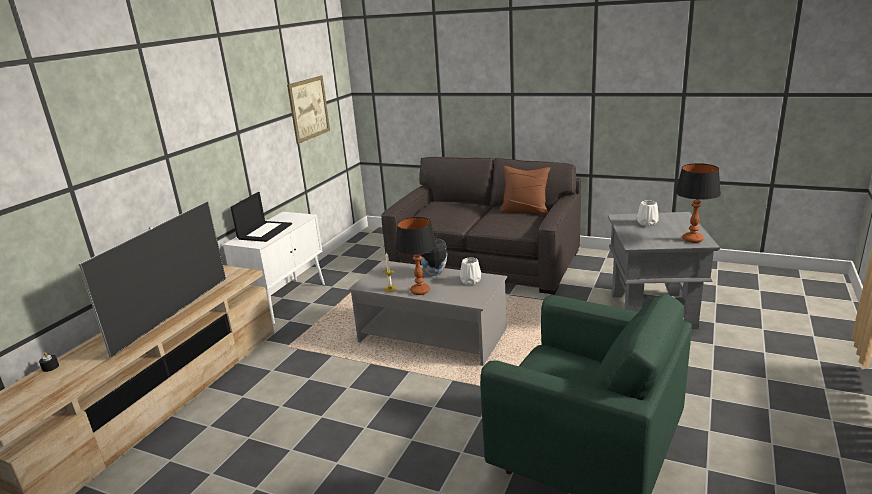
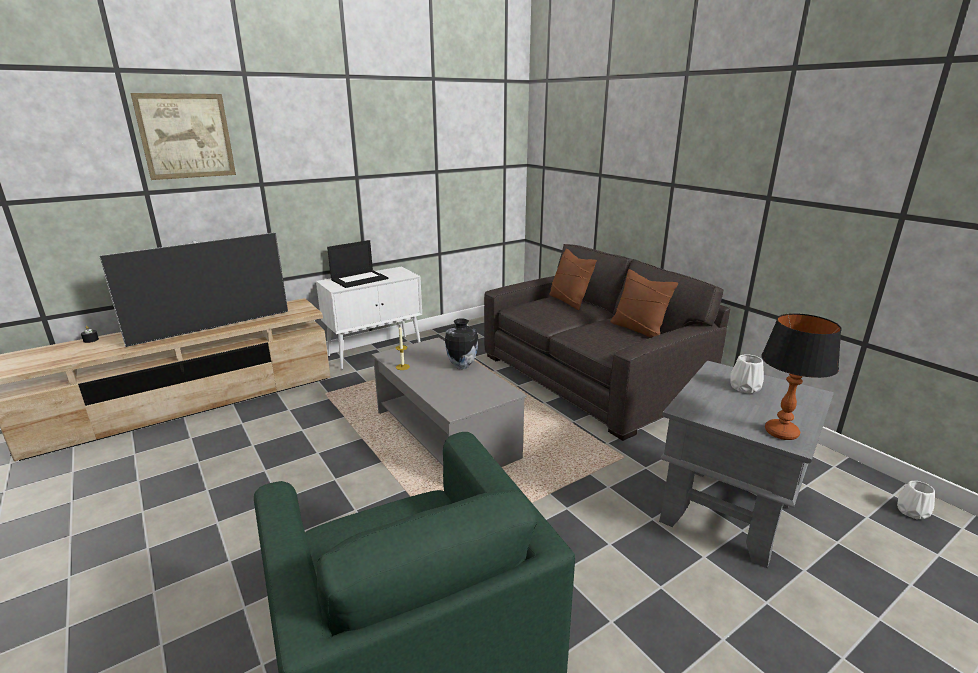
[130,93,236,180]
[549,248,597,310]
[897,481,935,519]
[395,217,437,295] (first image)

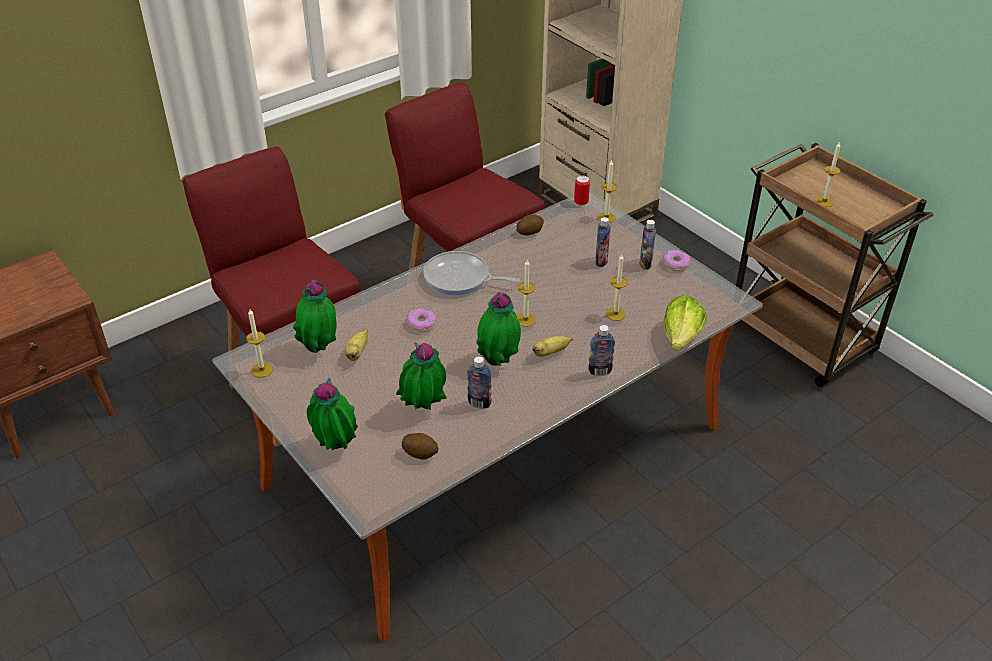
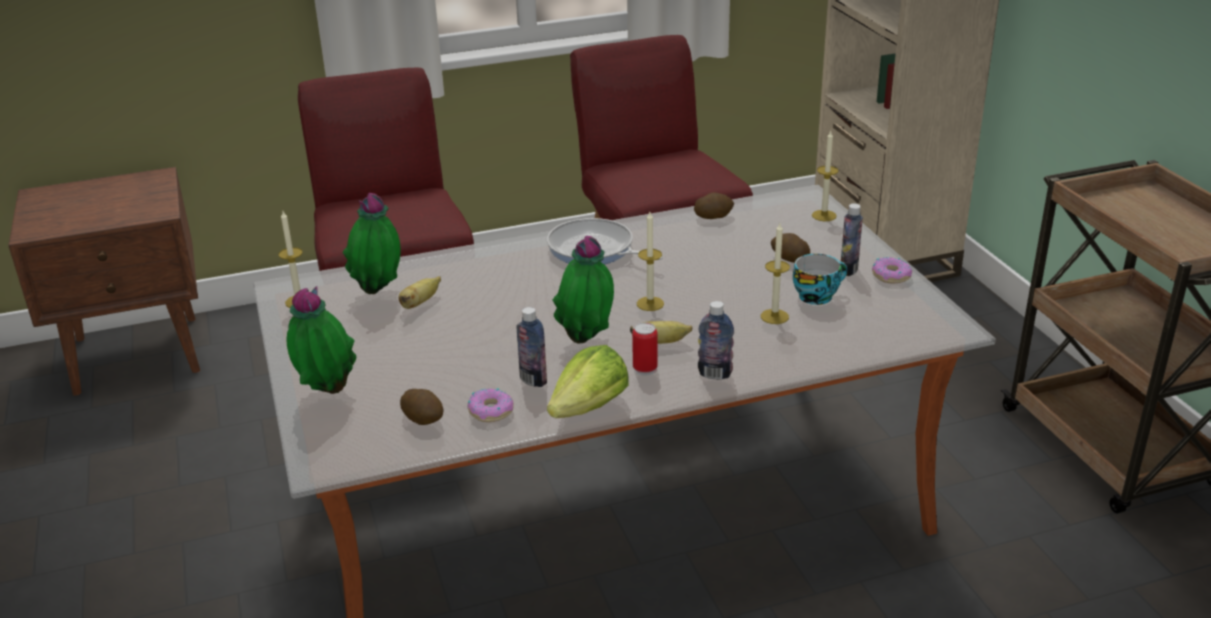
[467,388,514,422]
[547,345,629,418]
[632,322,658,376]
[771,233,810,263]
[793,254,847,305]
[396,342,447,410] (first image)
[815,141,841,207] (first image)

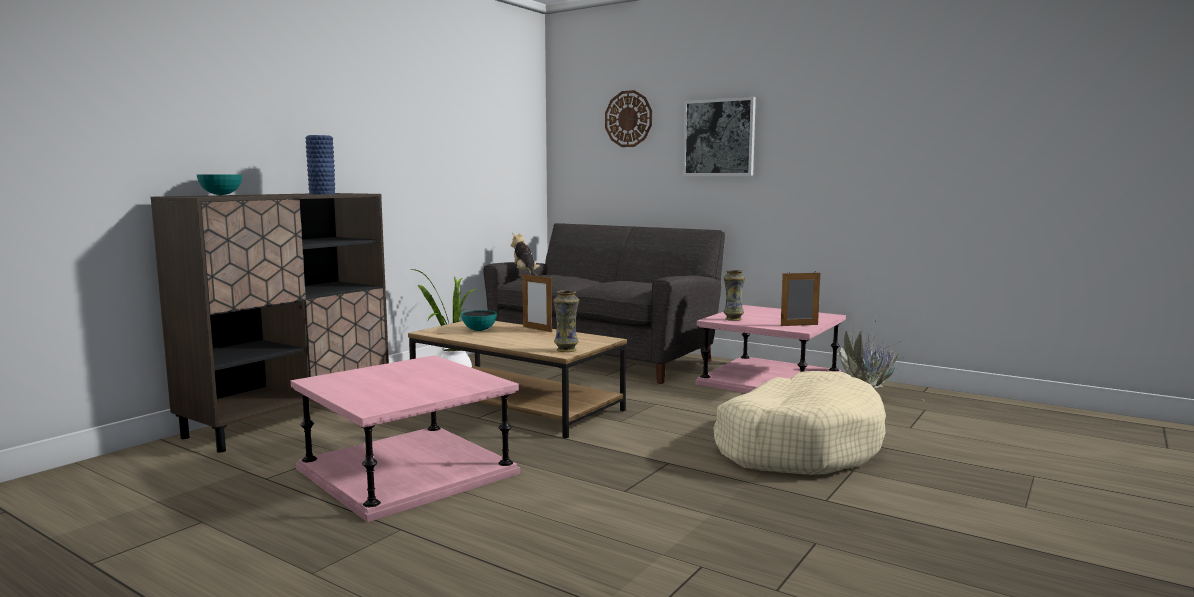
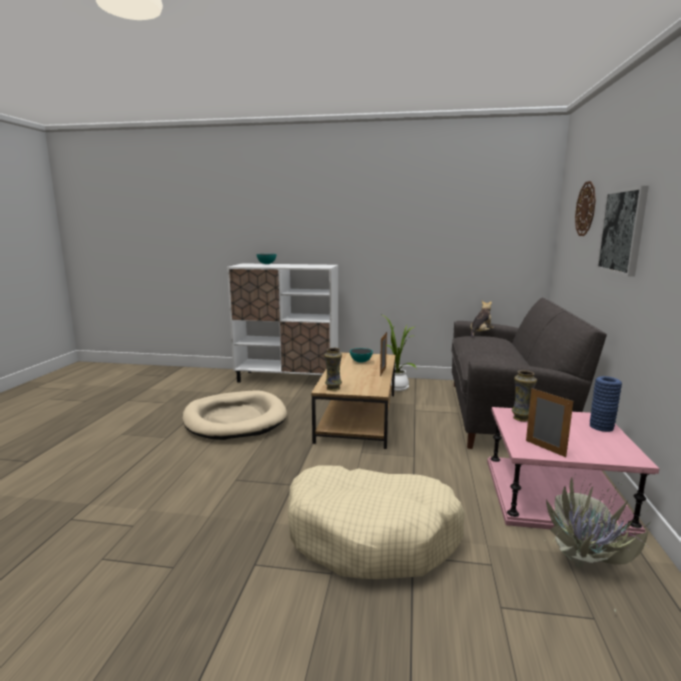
[182,390,287,440]
[227,263,338,383]
[590,376,622,432]

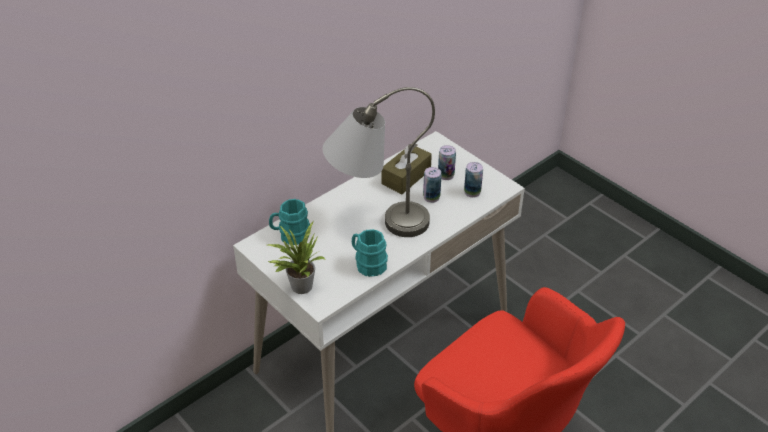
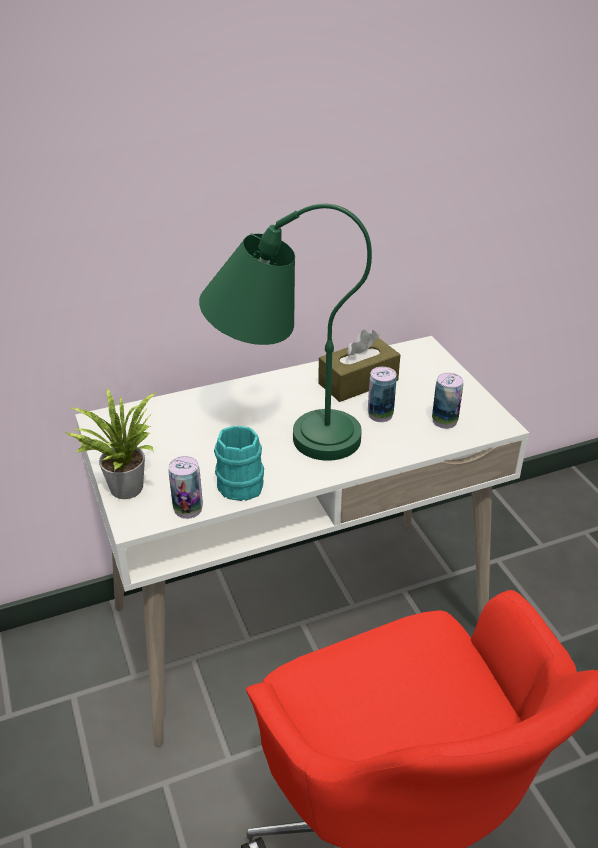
[168,456,203,519]
[199,204,372,461]
[269,199,310,245] (first image)

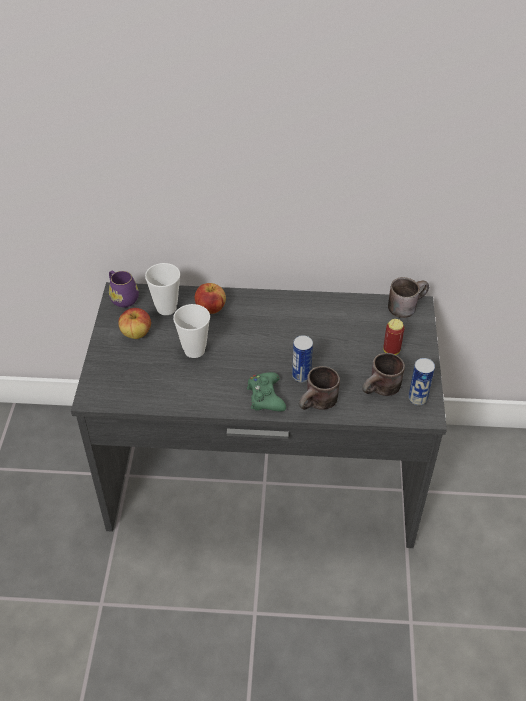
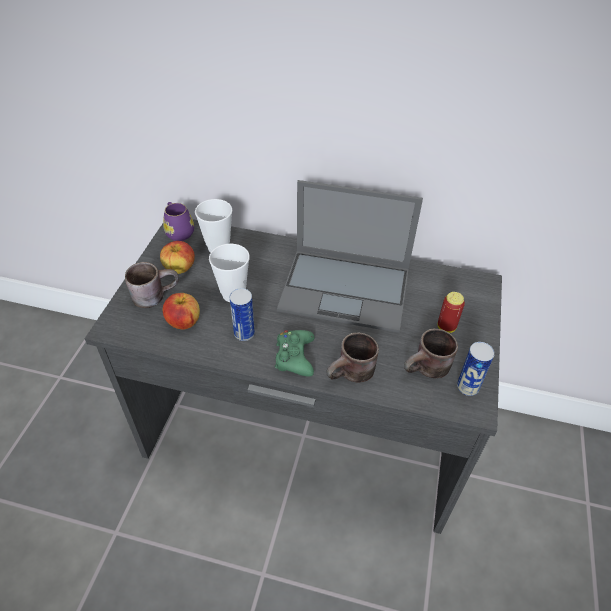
[125,262,179,308]
[163,293,200,330]
[229,288,255,341]
[277,180,423,333]

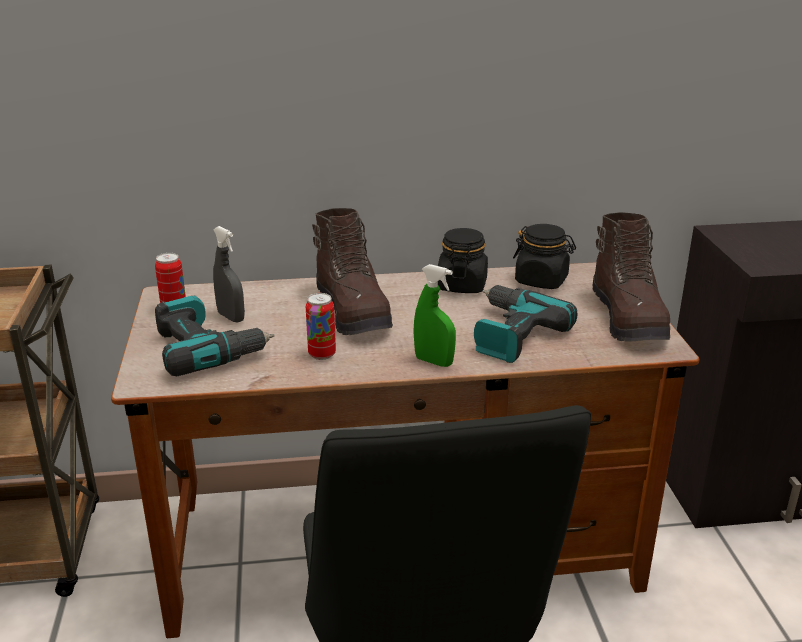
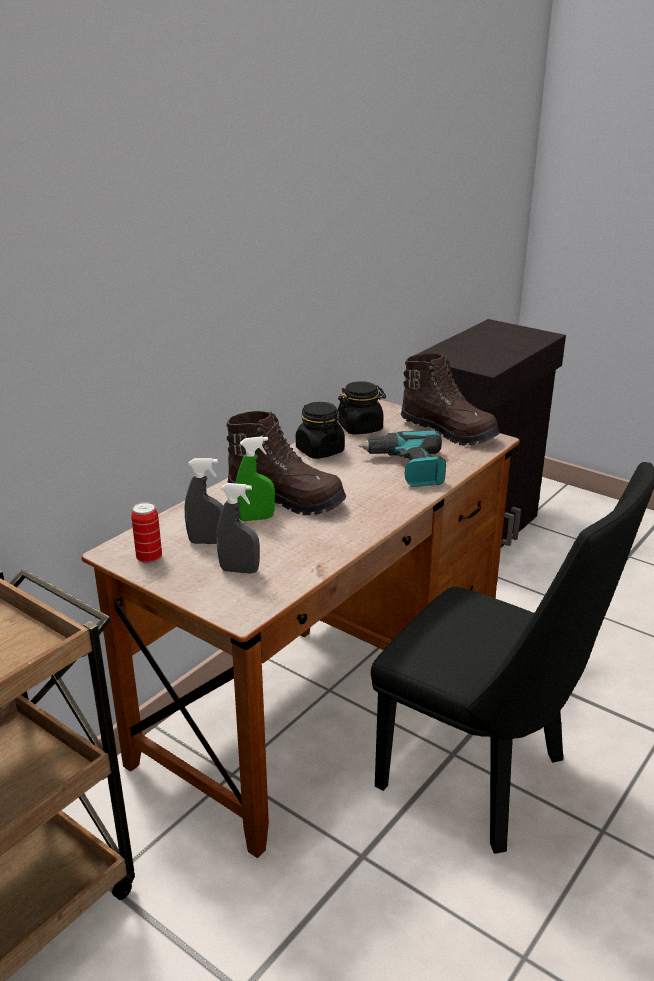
[216,483,260,574]
[236,436,275,521]
[306,293,336,360] (first image)

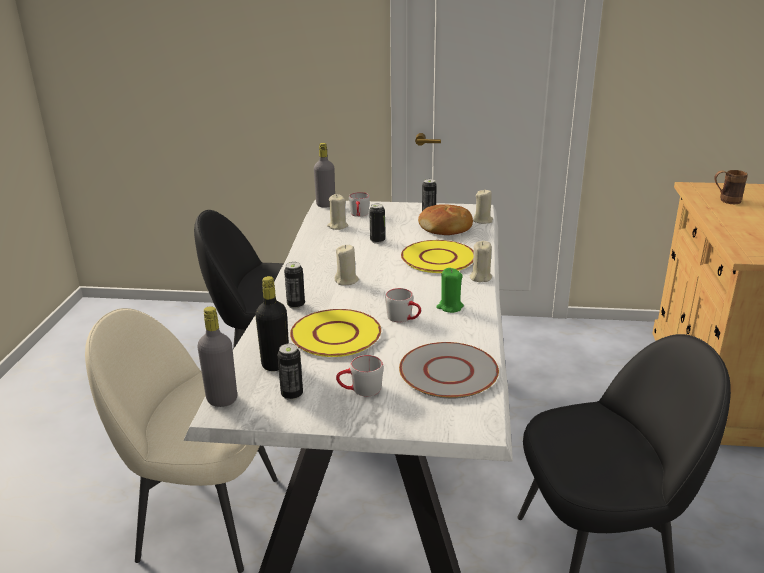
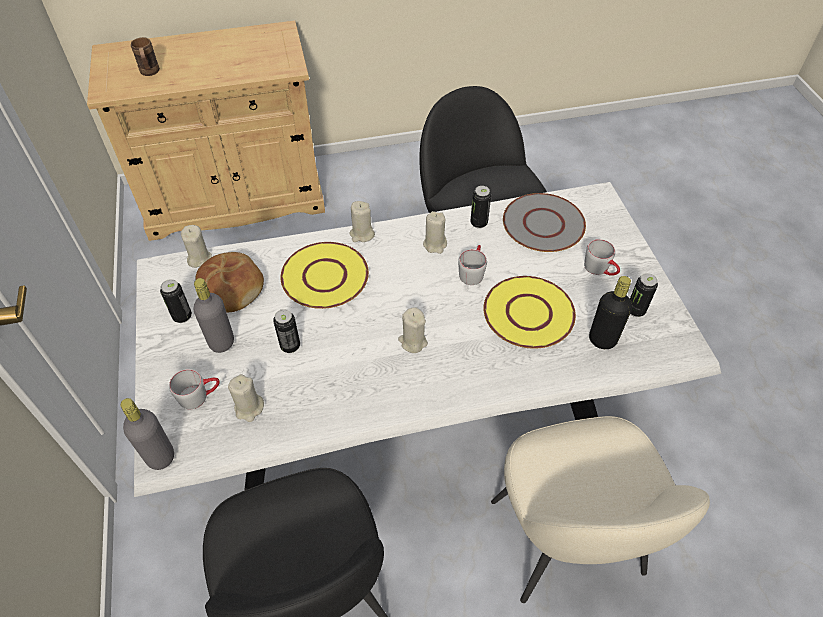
[194,278,234,353]
[423,211,447,254]
[470,186,491,229]

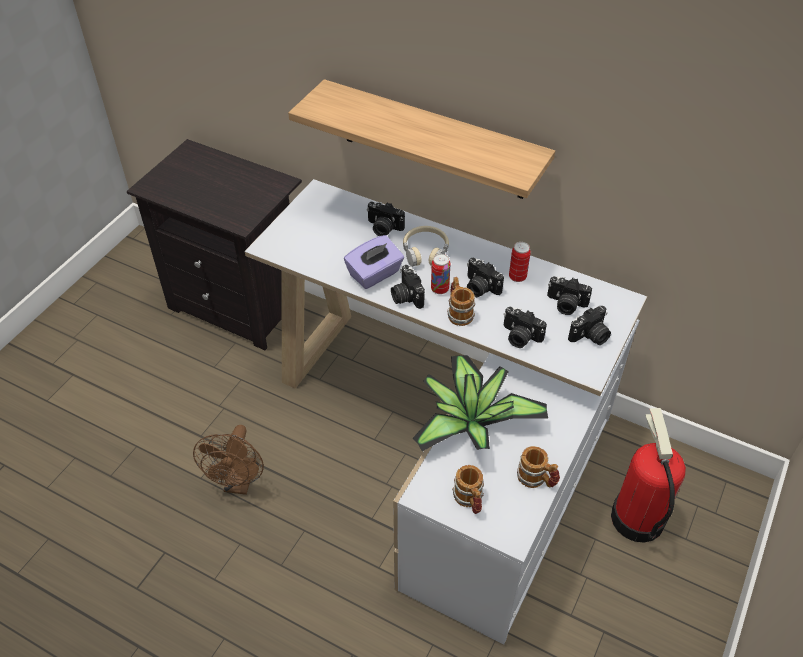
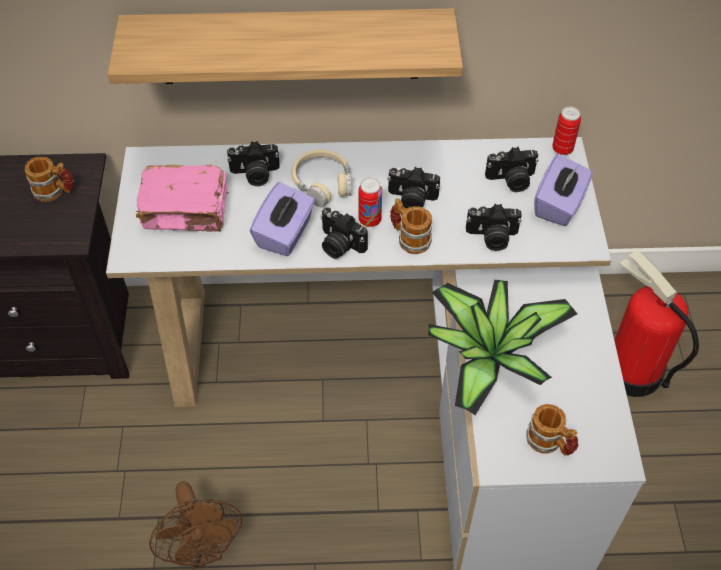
[25,157,74,202]
[136,165,228,232]
[534,154,593,226]
[552,107,581,155]

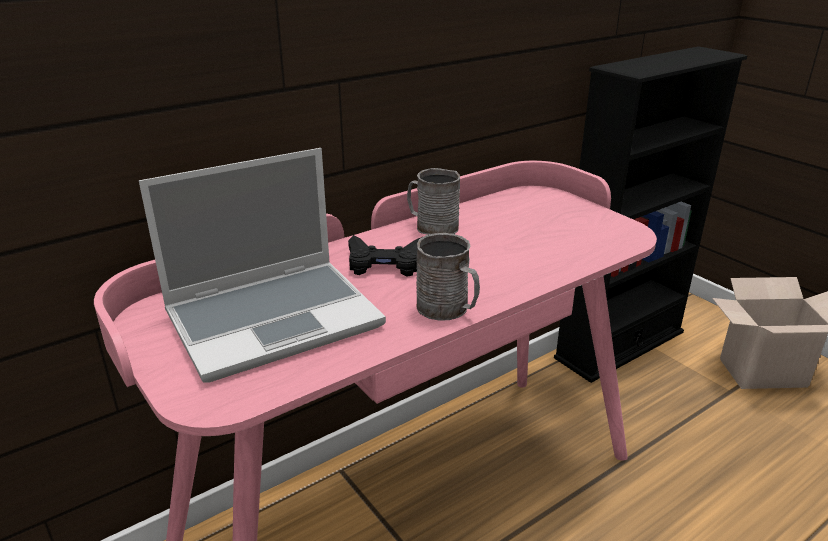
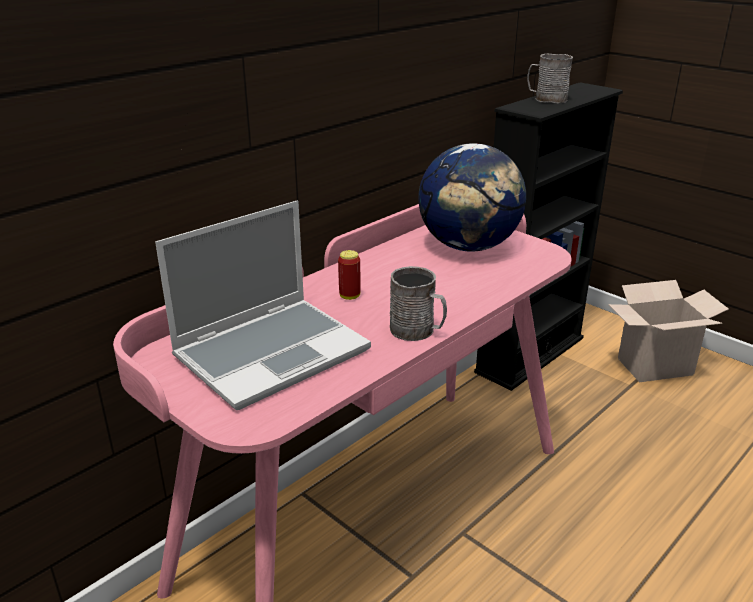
[338,250,361,300]
[418,143,526,252]
[527,54,573,104]

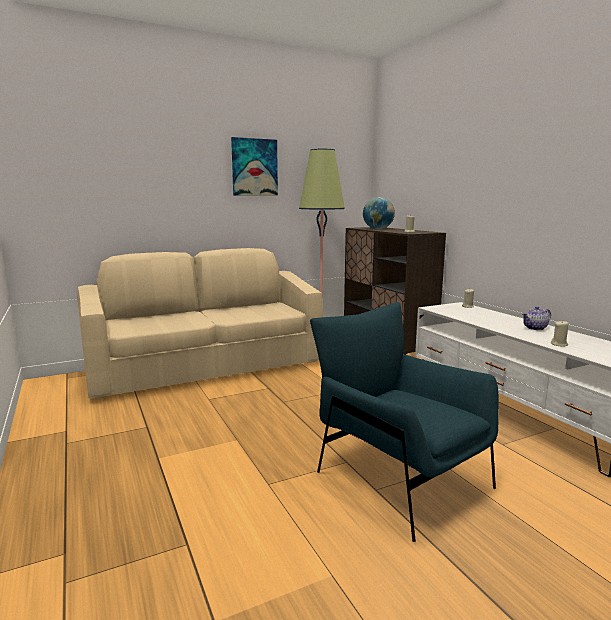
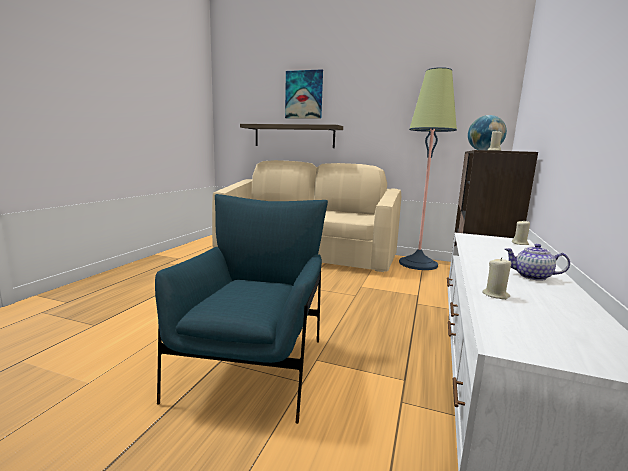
[240,124,343,148]
[285,69,323,119]

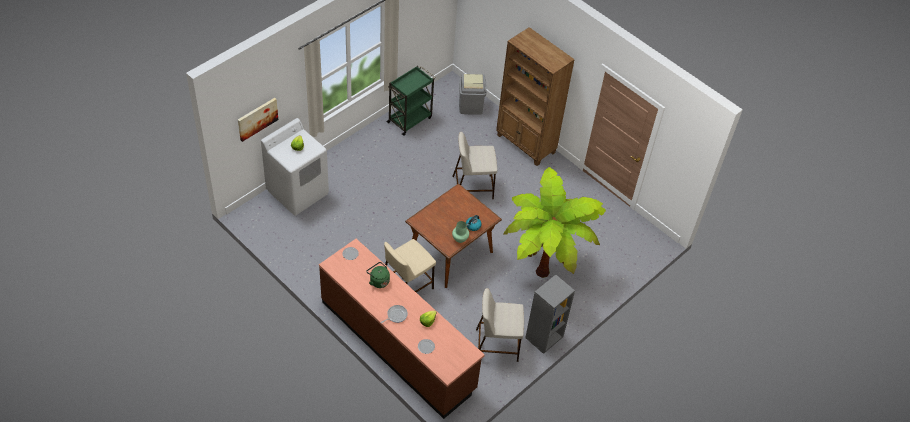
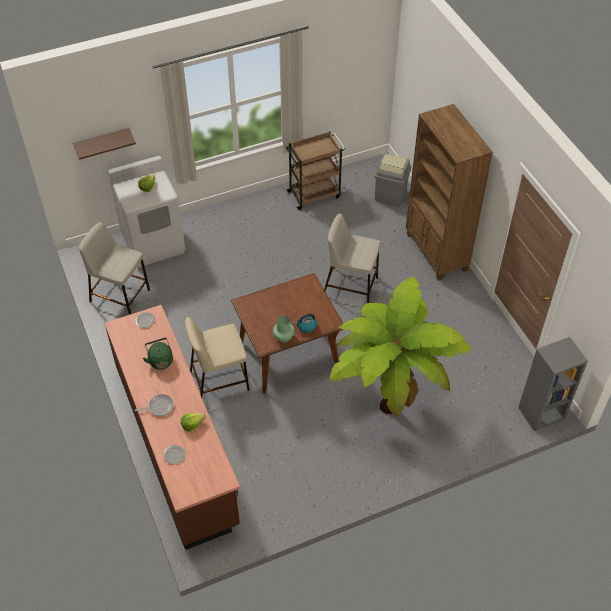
[73,128,136,160]
[79,222,150,315]
[286,131,345,210]
[518,337,588,431]

